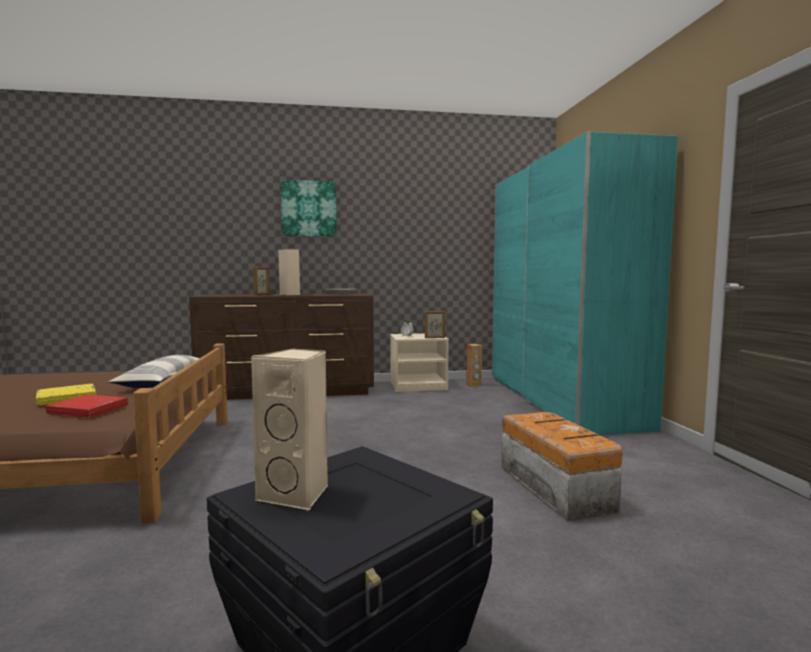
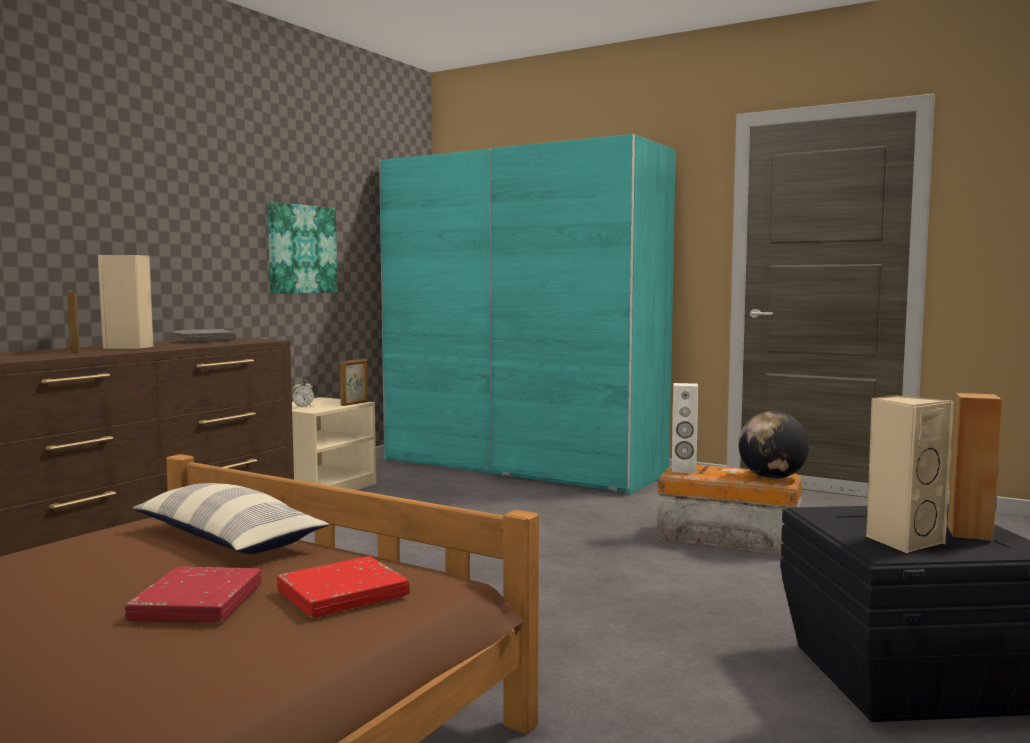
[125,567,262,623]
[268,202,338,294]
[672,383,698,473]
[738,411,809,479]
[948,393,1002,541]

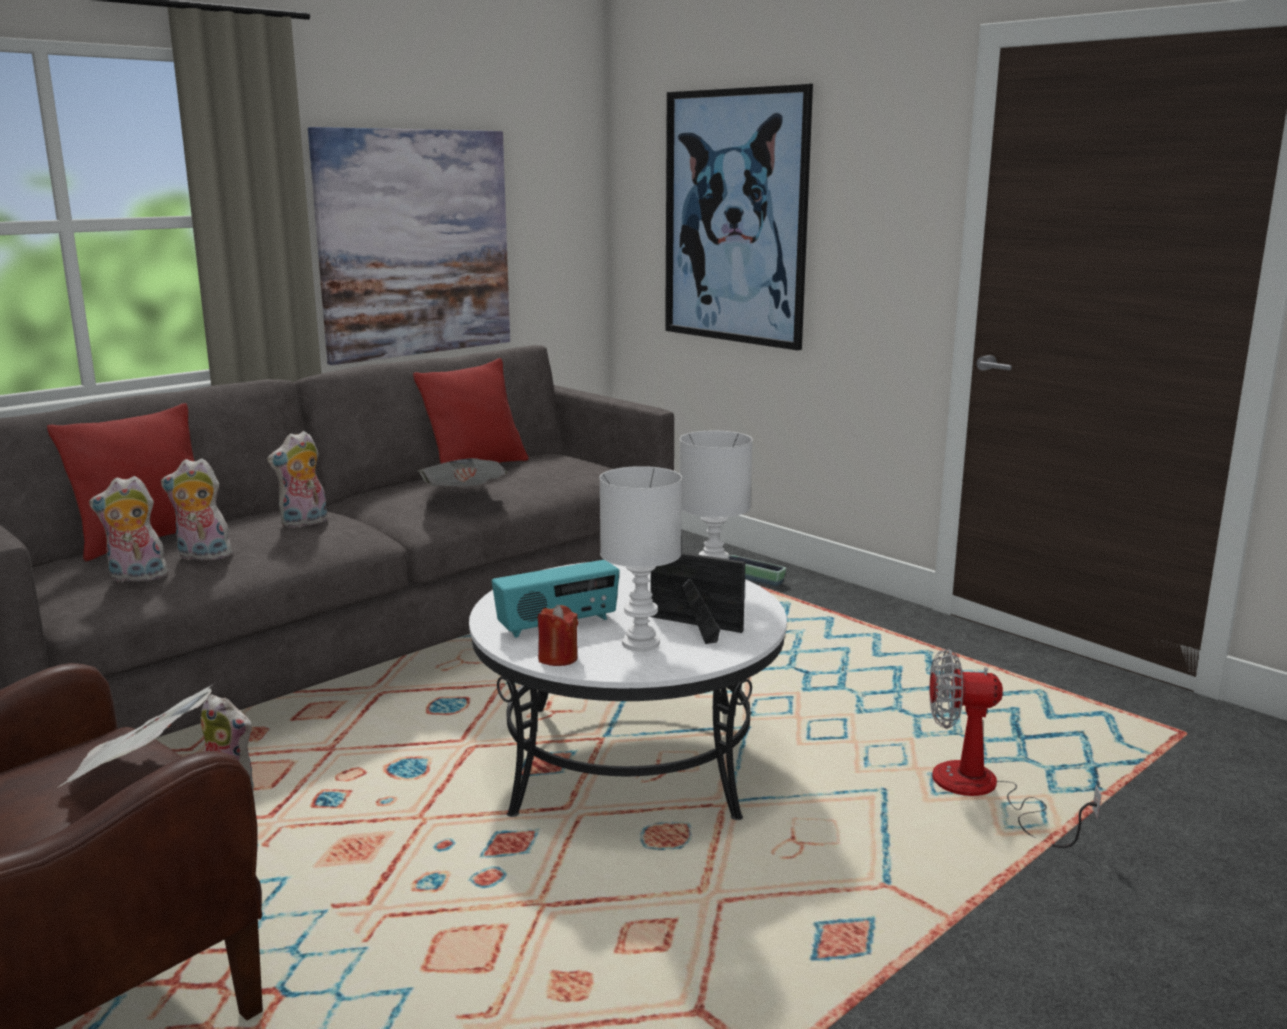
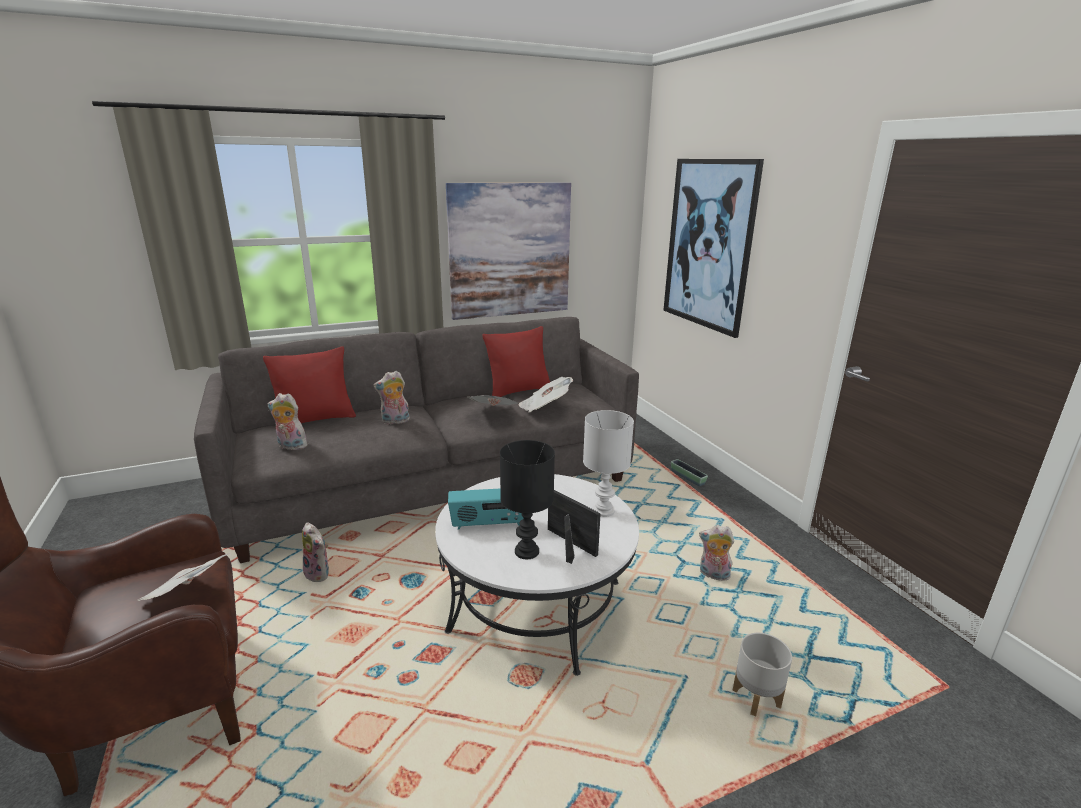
[500,440,555,559]
[519,377,573,413]
[699,525,734,581]
[732,633,792,716]
[537,605,578,666] (first image)

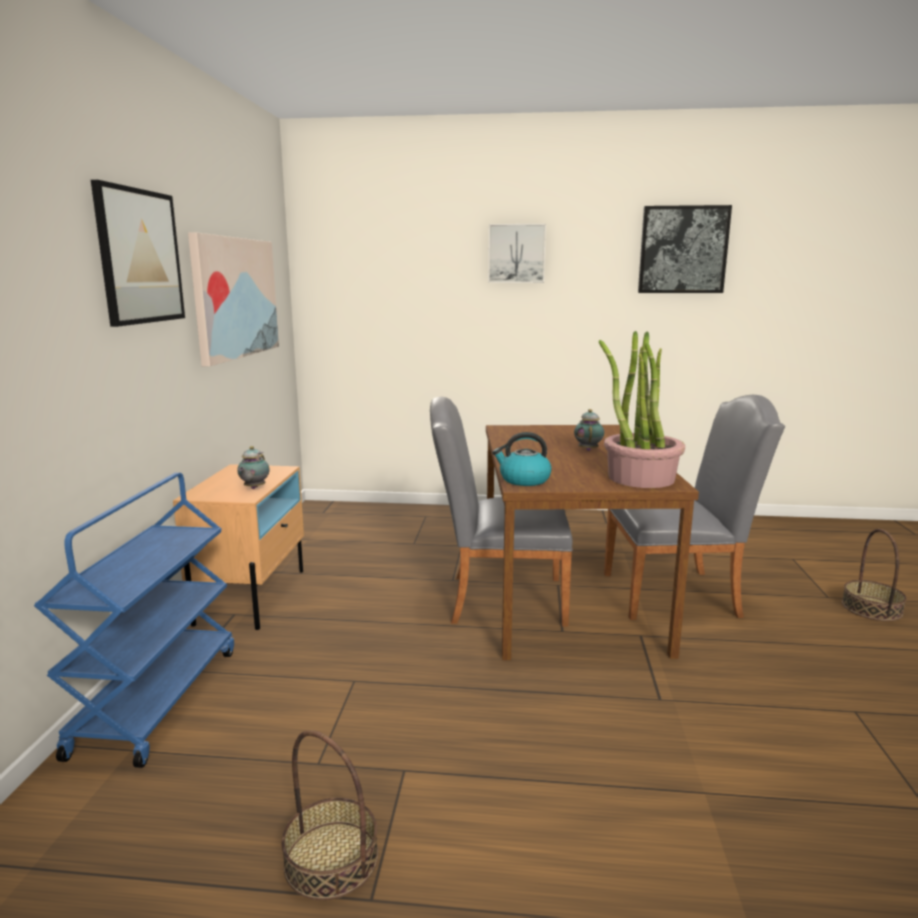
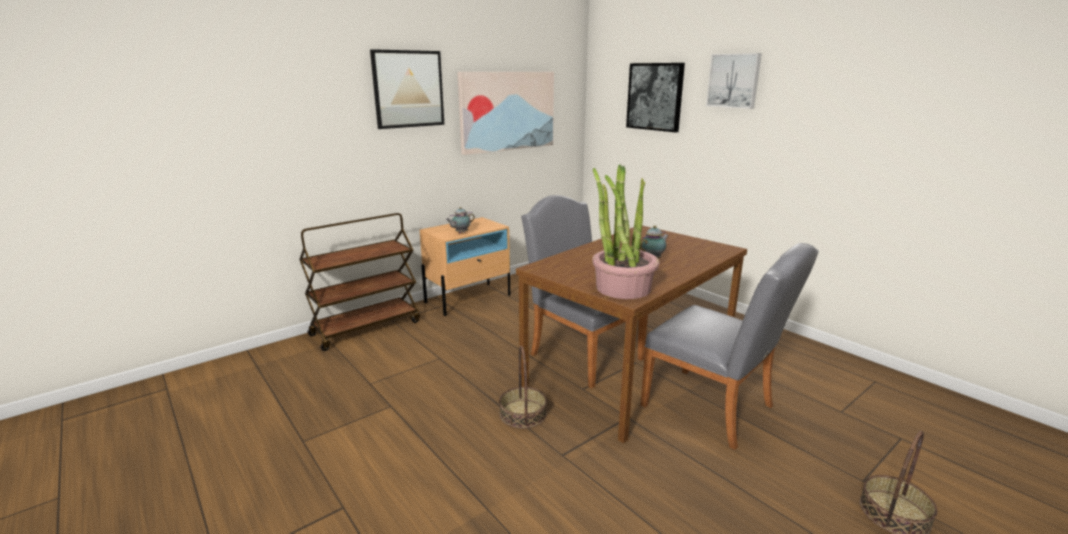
[299,213,420,351]
[499,346,547,429]
[626,63,685,132]
[492,432,552,486] (first image)

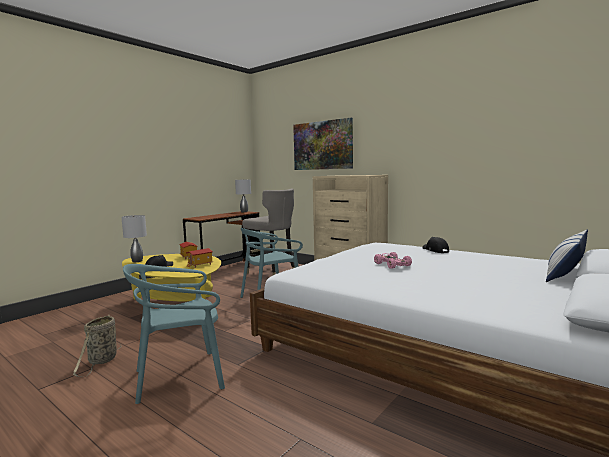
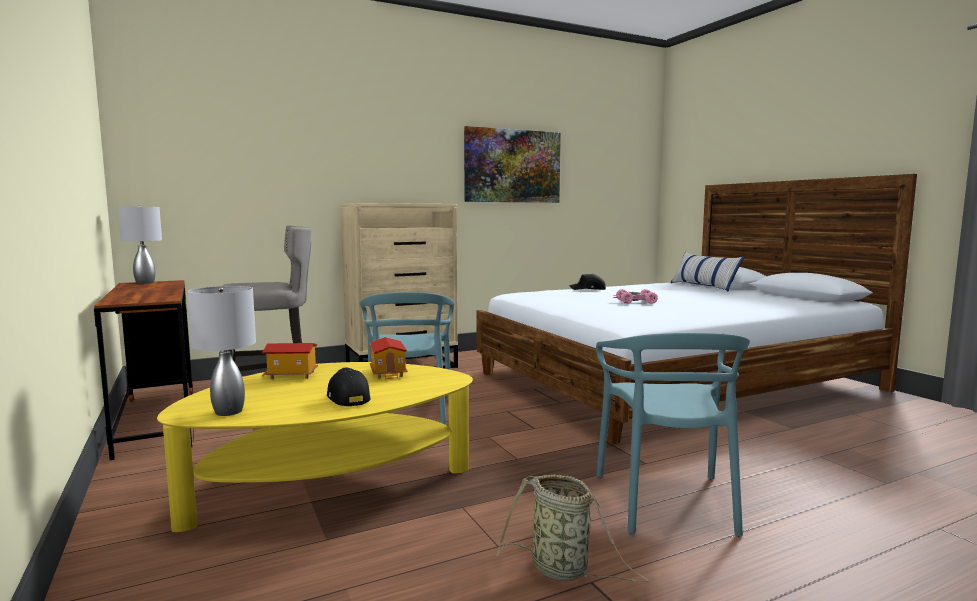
[464,126,561,203]

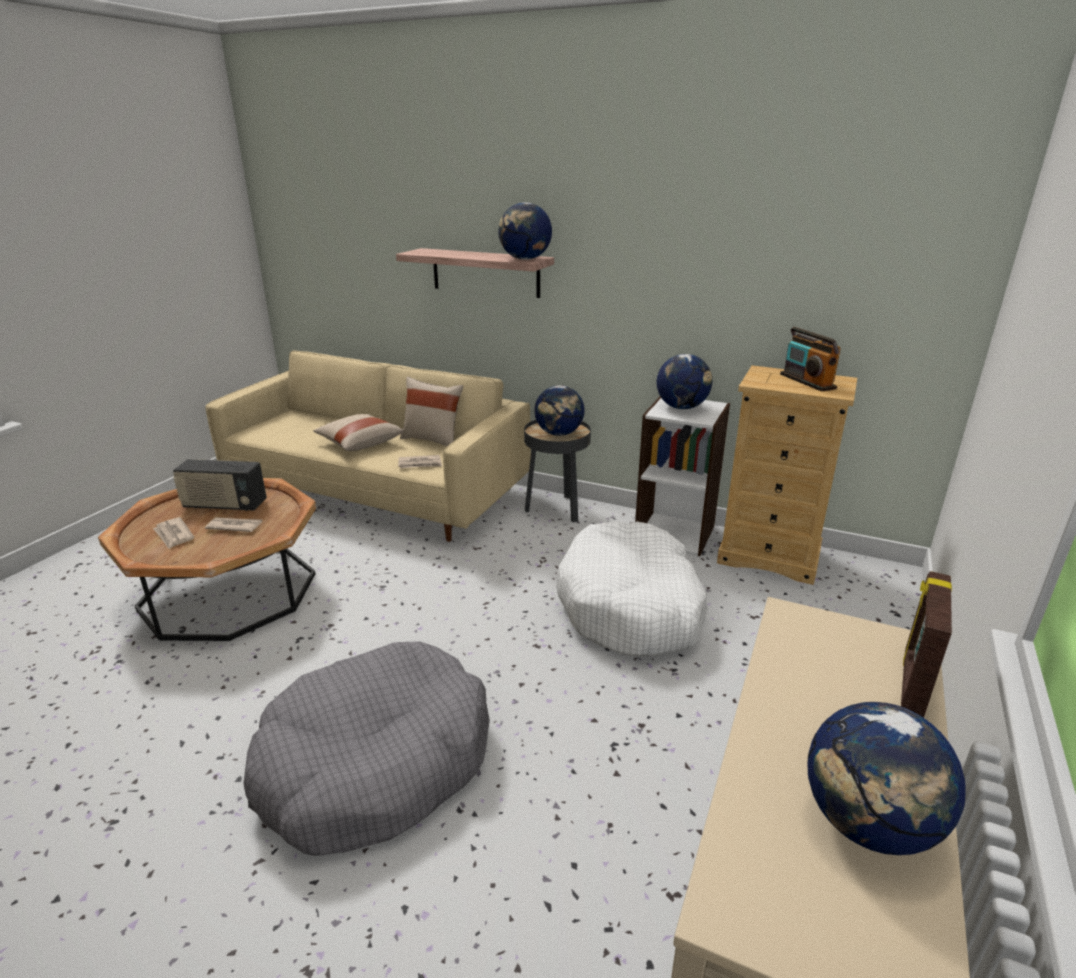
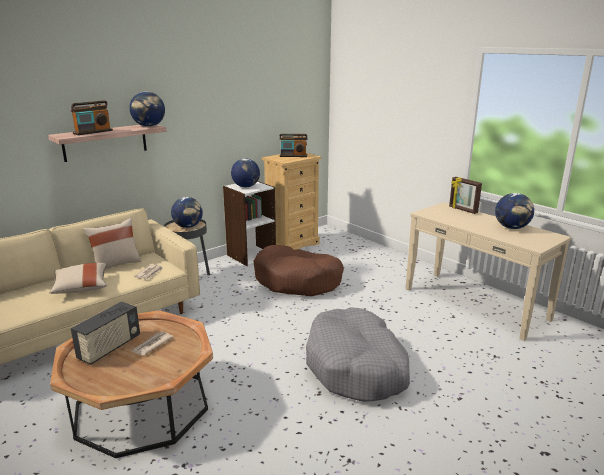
[71,100,113,135]
[254,245,344,296]
[153,517,194,549] (first image)

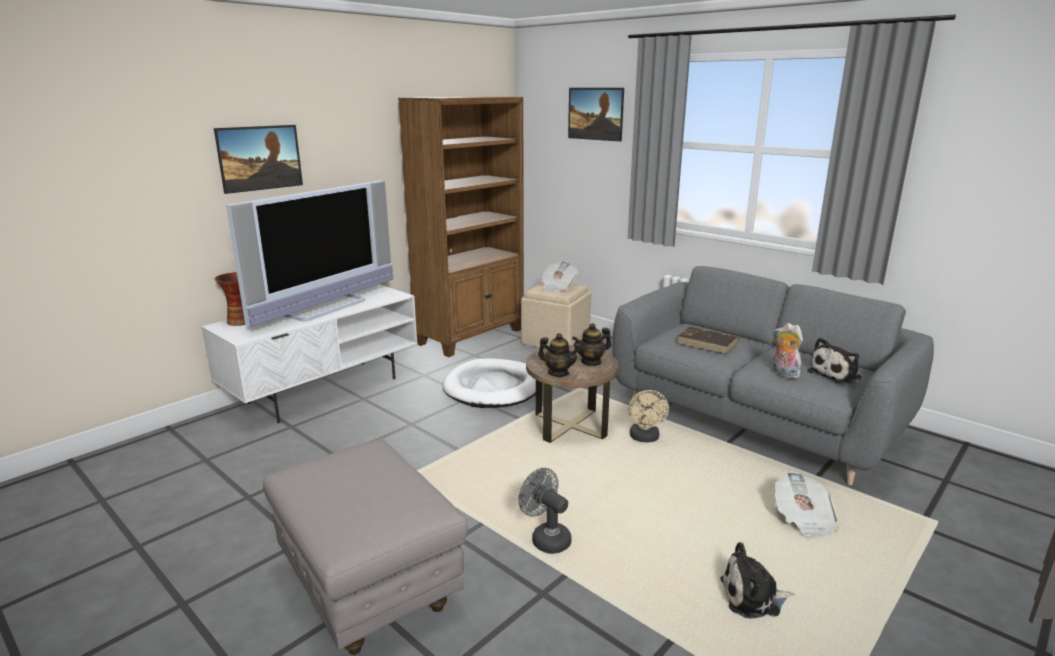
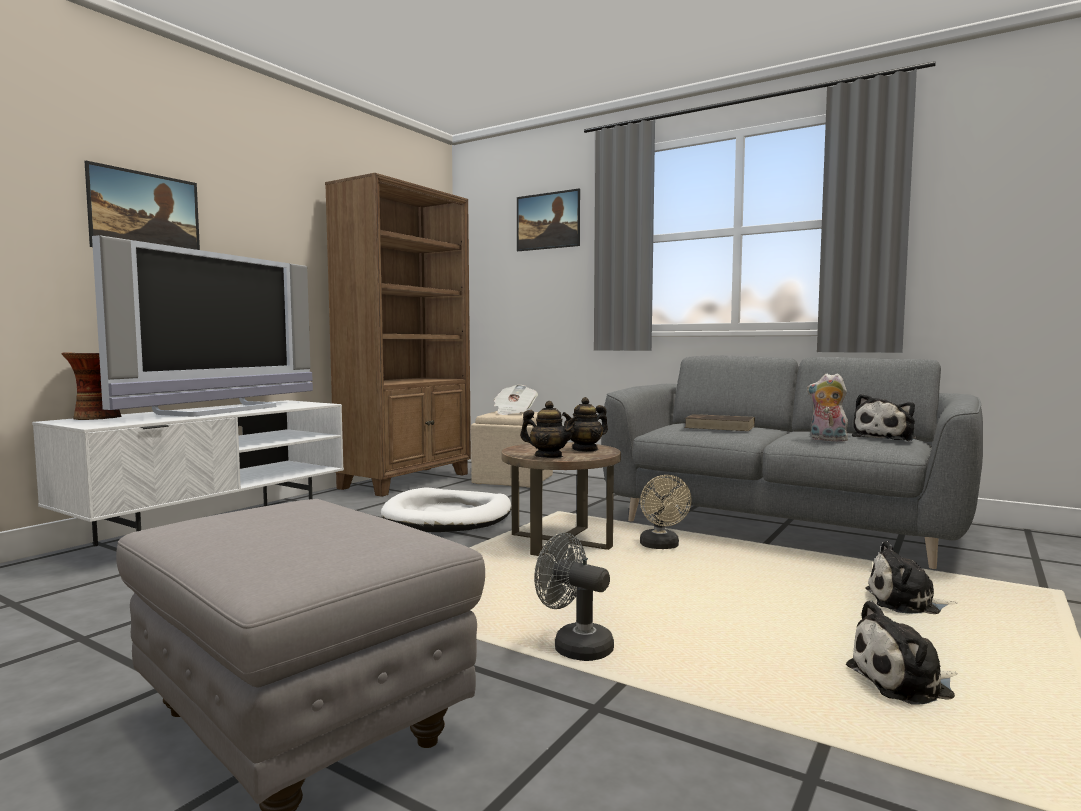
[865,541,958,614]

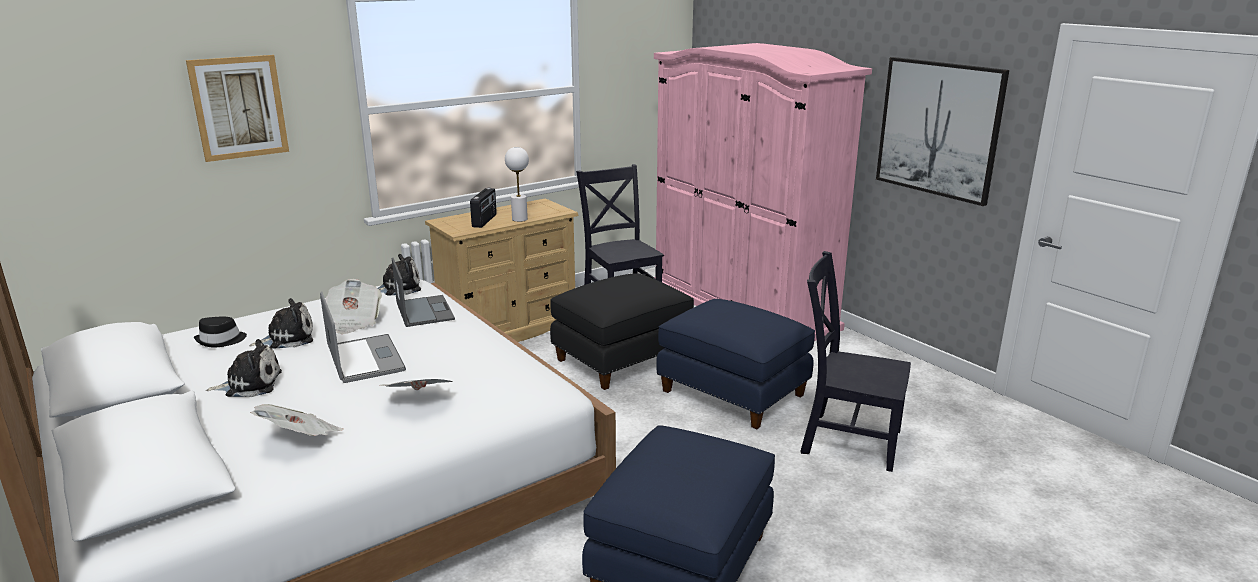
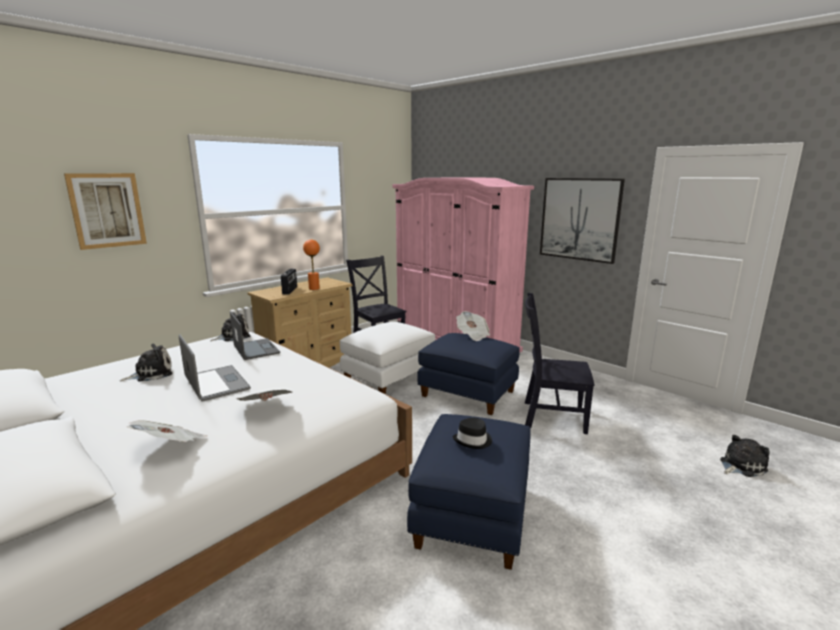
[303,240,320,290]
[340,322,435,394]
[453,418,492,449]
[456,311,490,341]
[720,435,770,477]

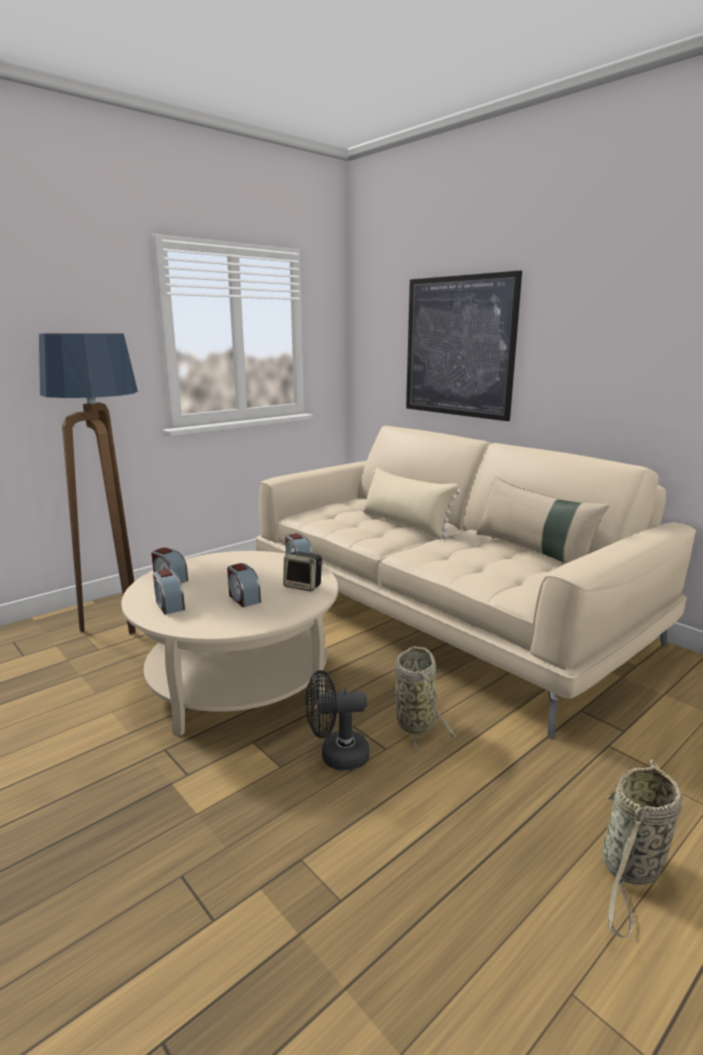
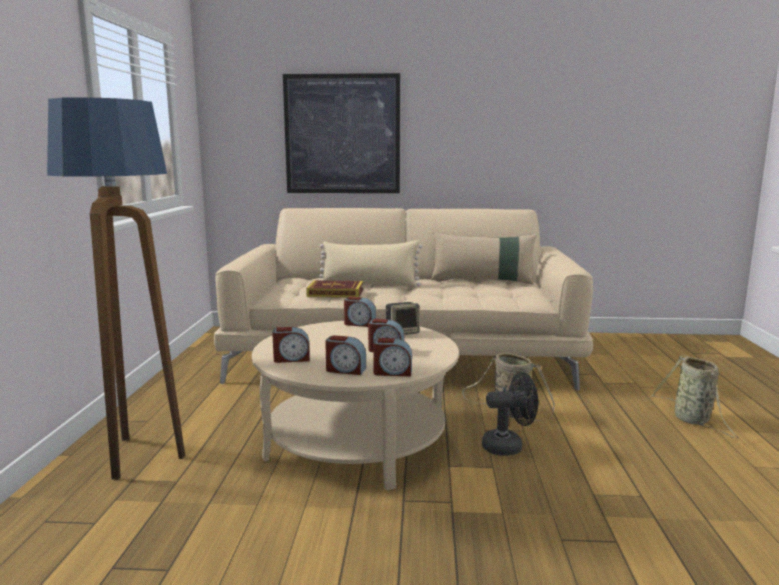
[306,280,363,298]
[373,338,412,377]
[482,372,538,455]

